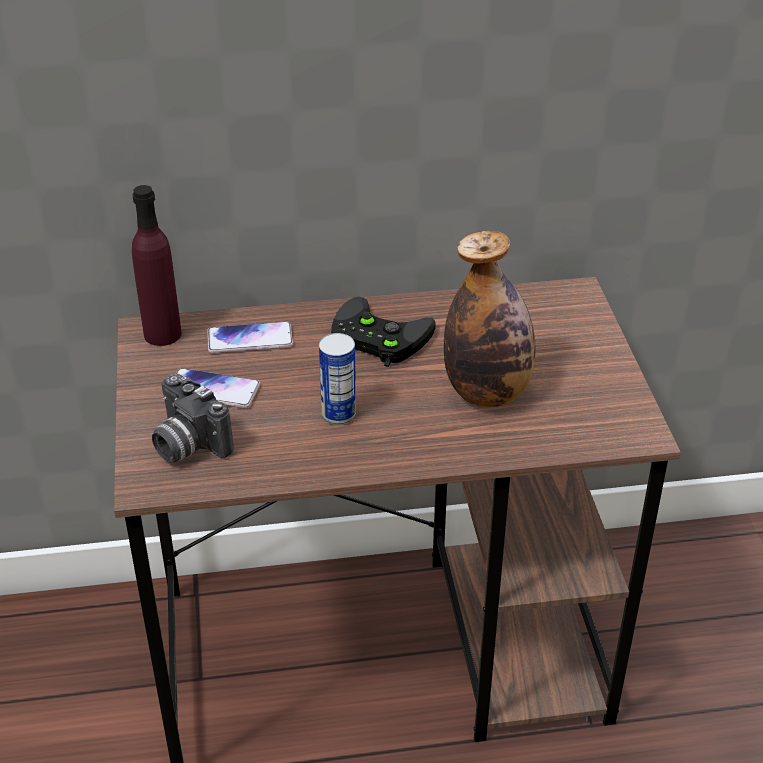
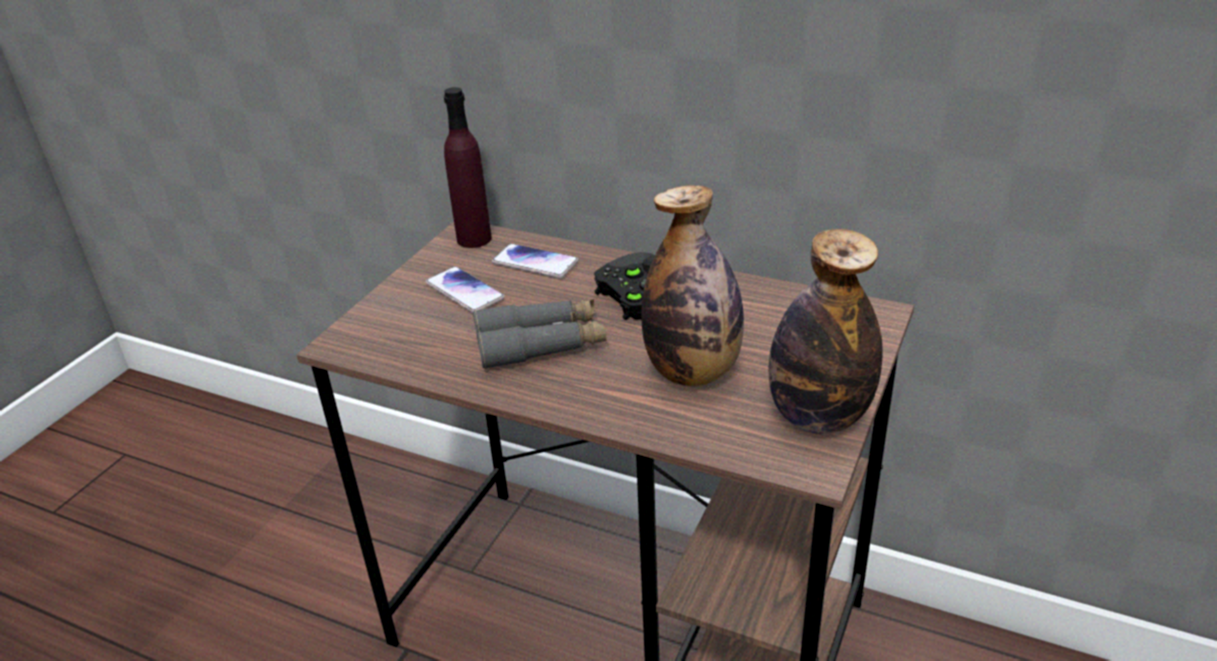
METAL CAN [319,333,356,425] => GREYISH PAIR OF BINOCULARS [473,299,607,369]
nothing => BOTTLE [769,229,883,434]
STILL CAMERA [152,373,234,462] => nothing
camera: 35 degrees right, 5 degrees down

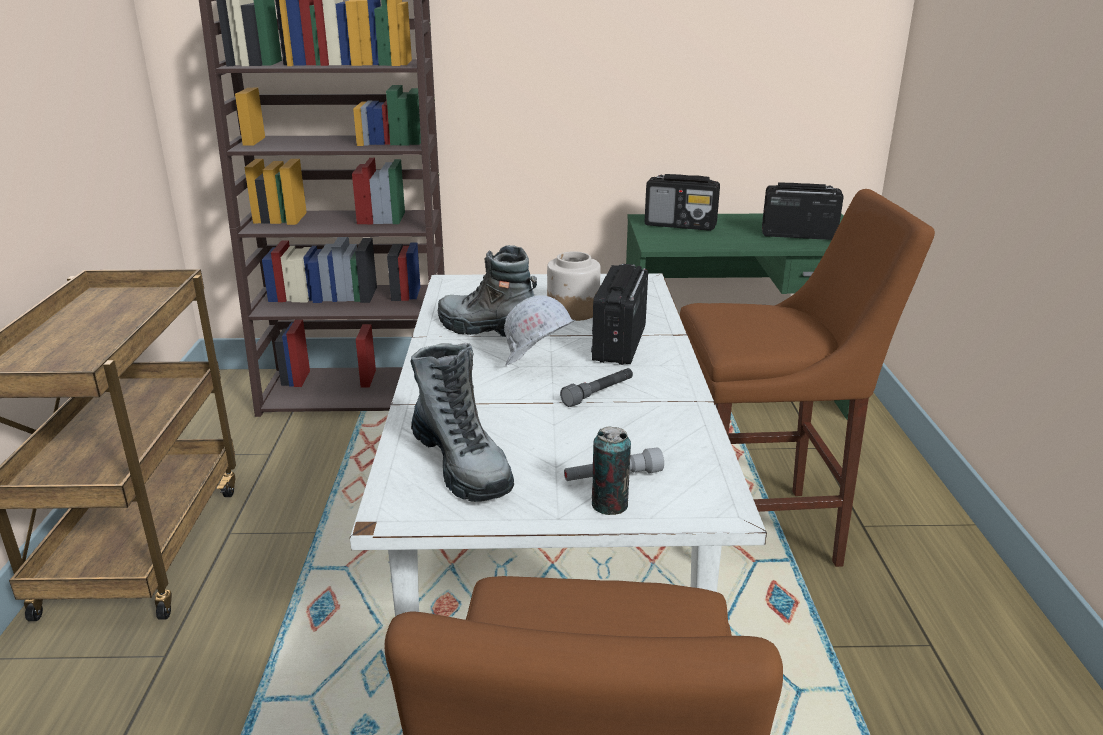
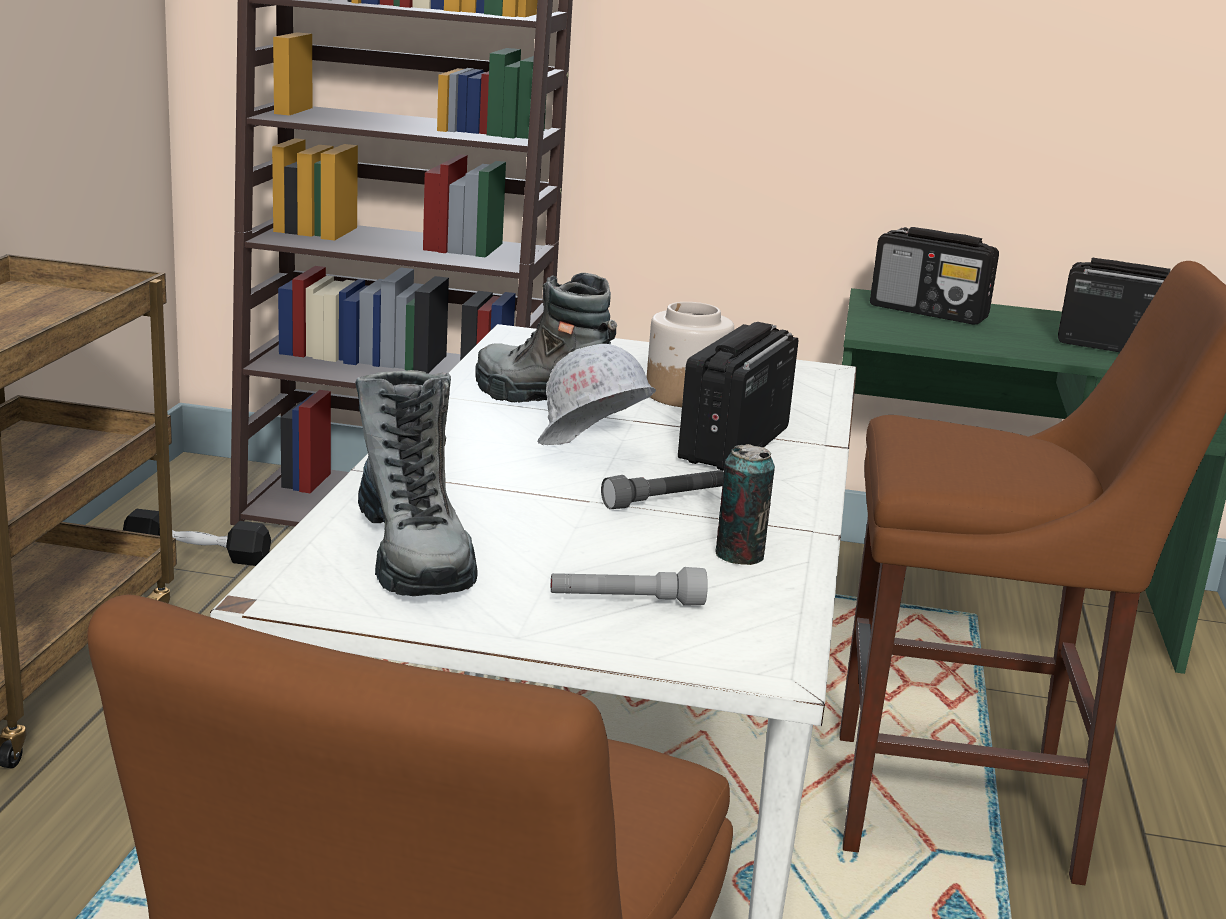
nothing => BLACK FREE WEIGHT [123,509,271,566]
METAL CAN [592,426,631,515] => METAL CAN [715,444,775,565], moved
camera: 10 degrees right, 5 degrees down

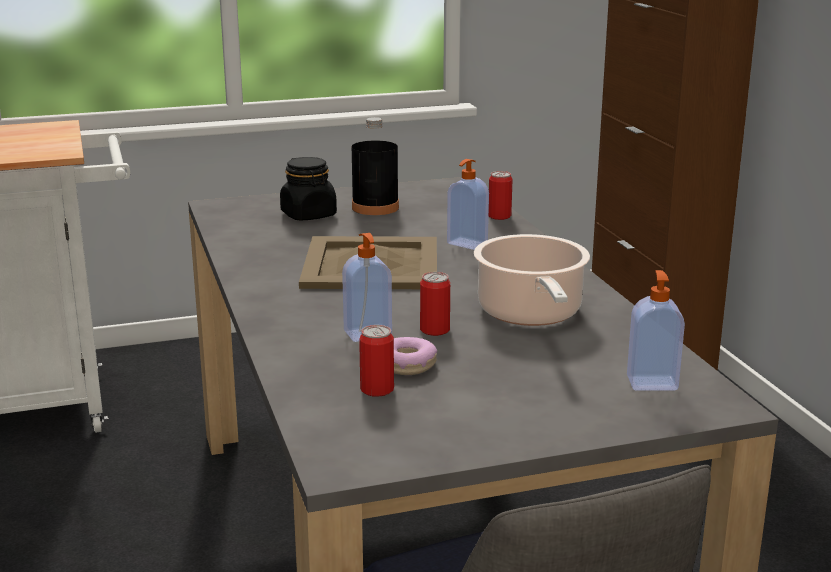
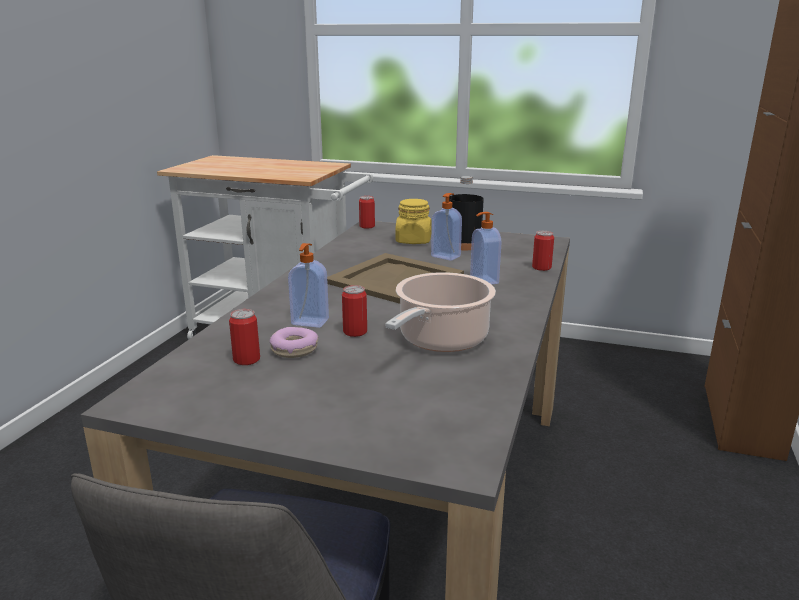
nothing => METAL CAN [359,196,375,229]
BLACK JAR [280,157,337,221] => YELLOWISH JAR [395,199,432,244]
SOAP BOTTLE [627,270,685,391] => SOAP BOTTLE [431,193,462,261], moved
camera: 35 degrees right, 0 degrees up

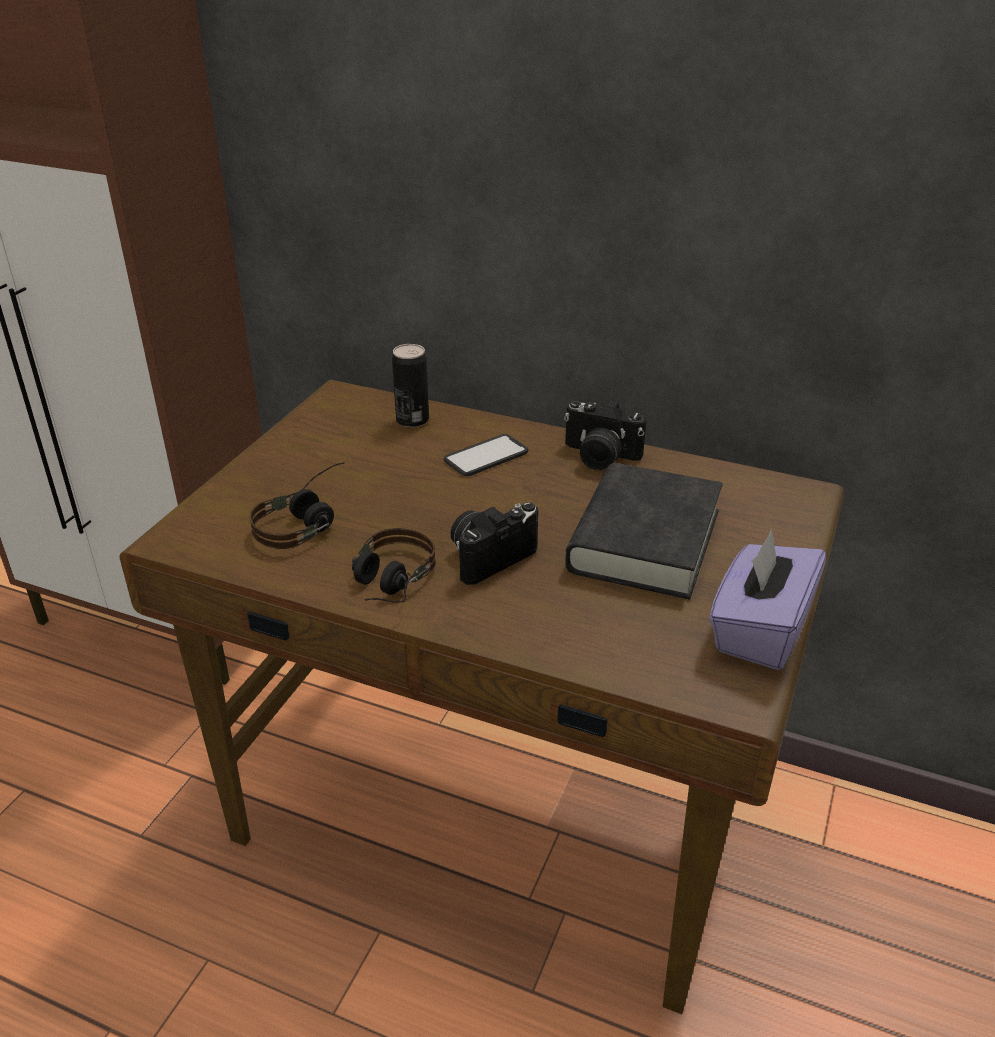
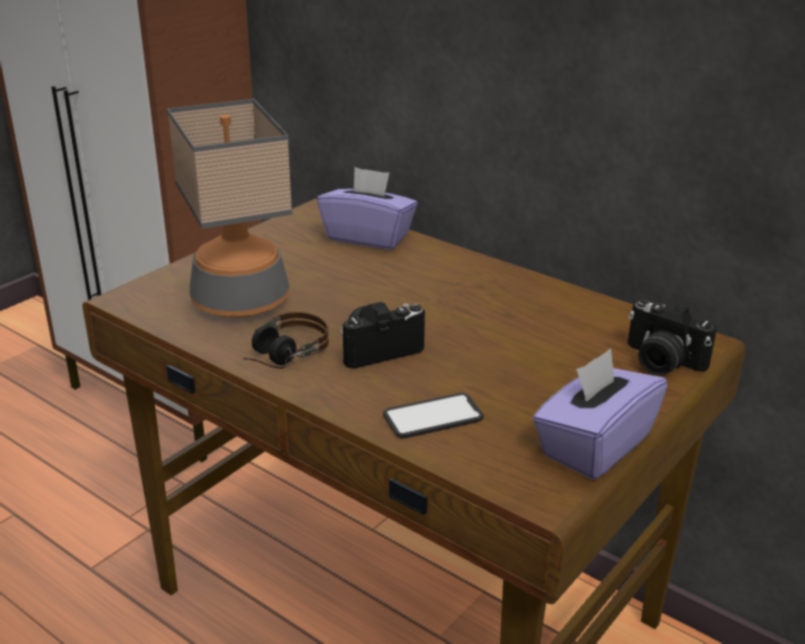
PAIR OF HEADPHONES [249,462,345,549] => TABLETOP LAMP [167,99,293,318]
METAL CAN [392,344,429,427] => PURPLE-COLOURED BOX OF TISSUES [317,167,418,250]
PHONE [443,434,528,476] => PHONE [383,393,484,438], moved
STILL CAMERA [564,400,647,470] => STILL CAMERA [628,300,717,375], moved
BLACK BOOK [565,463,723,599] => nothing
camera: 15 degrees right, 5 degrees down

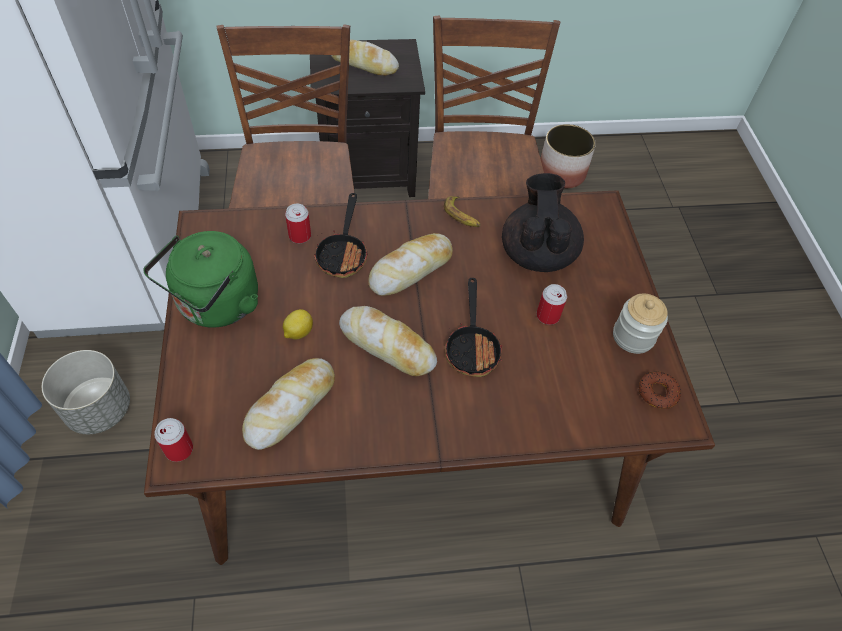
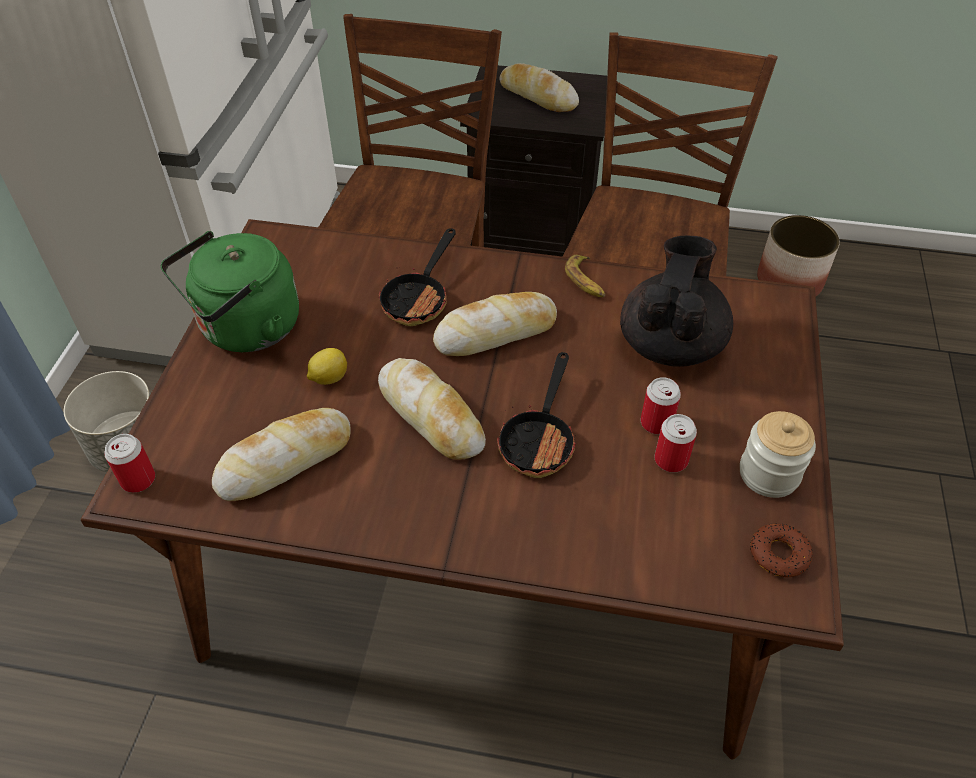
METAL CAN [285,204,311,244] => METAL CAN [655,414,697,472], moved
camera: 20 degrees right, 5 degrees down

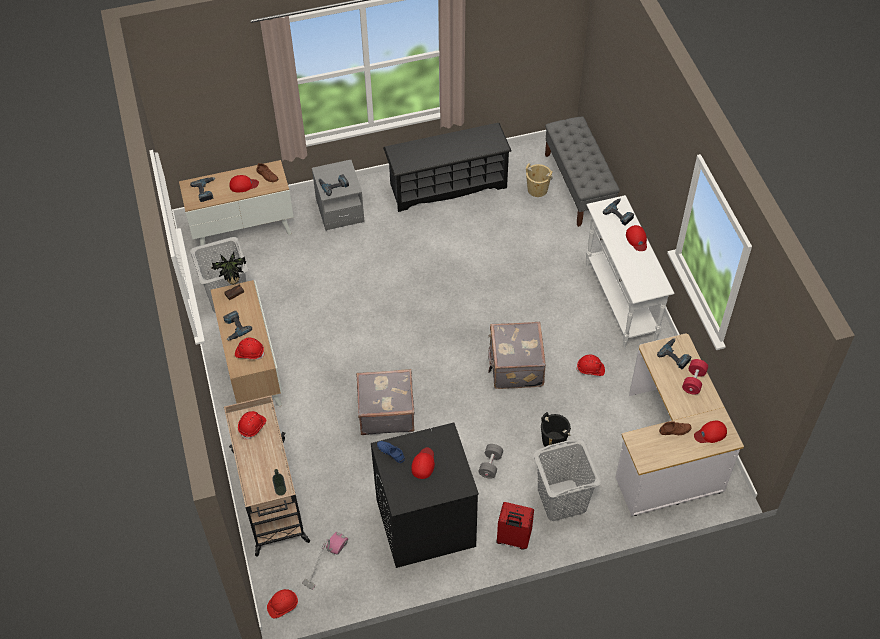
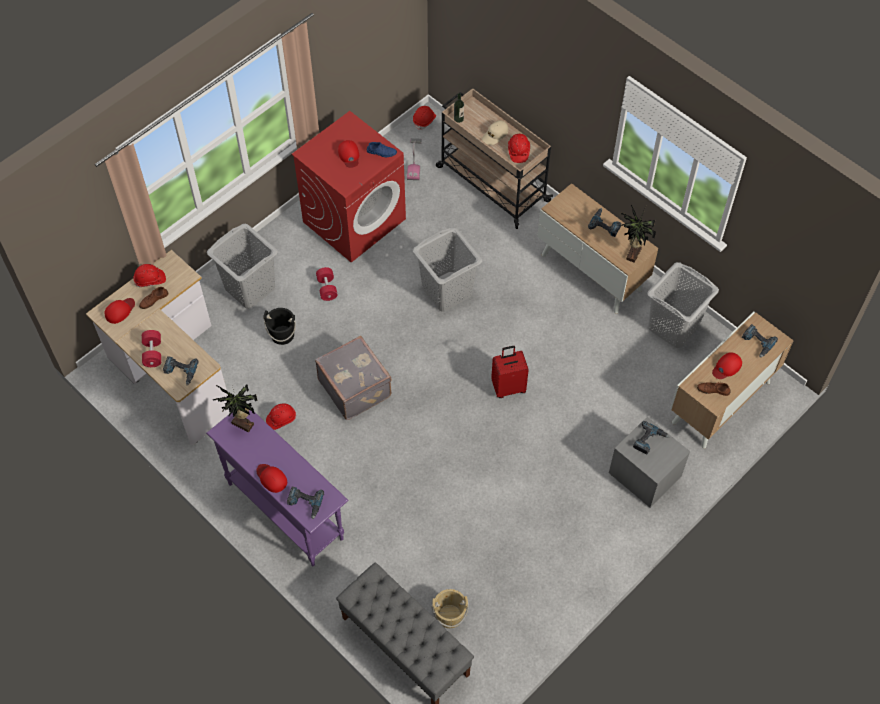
RED SAFETY HELMET [235,337,265,359] => RED SAFETY HELMET [134,264,166,287], moved
WHITISH NARROW TABLE [586,195,674,348] => PURPLE-COLOURED NARROW TABLE [206,410,348,566]
nothing => POTTED PLANT [213,384,258,432]
BLACK LAUNDRY APPLIANCE [371,422,479,568] => RED LAUNDRY APPLIANCE [292,111,406,263]
GREYISH FREE WEIGHT [478,444,503,479] => RED FREE WEIGHT [316,267,338,301]
GREYISH SUITCASE [356,369,414,435] => GREYISH HAMPER [413,227,482,312]
nothing => BEIGE-COLOURED BASEBALL CAP [482,120,508,145]
RED SUITCASE [496,502,534,550] => RED SUITCASE [491,346,529,398], moved
BLACK SHOE STAND [383,123,511,212] => nothing
camera: 150 degrees right, 5 degrees up

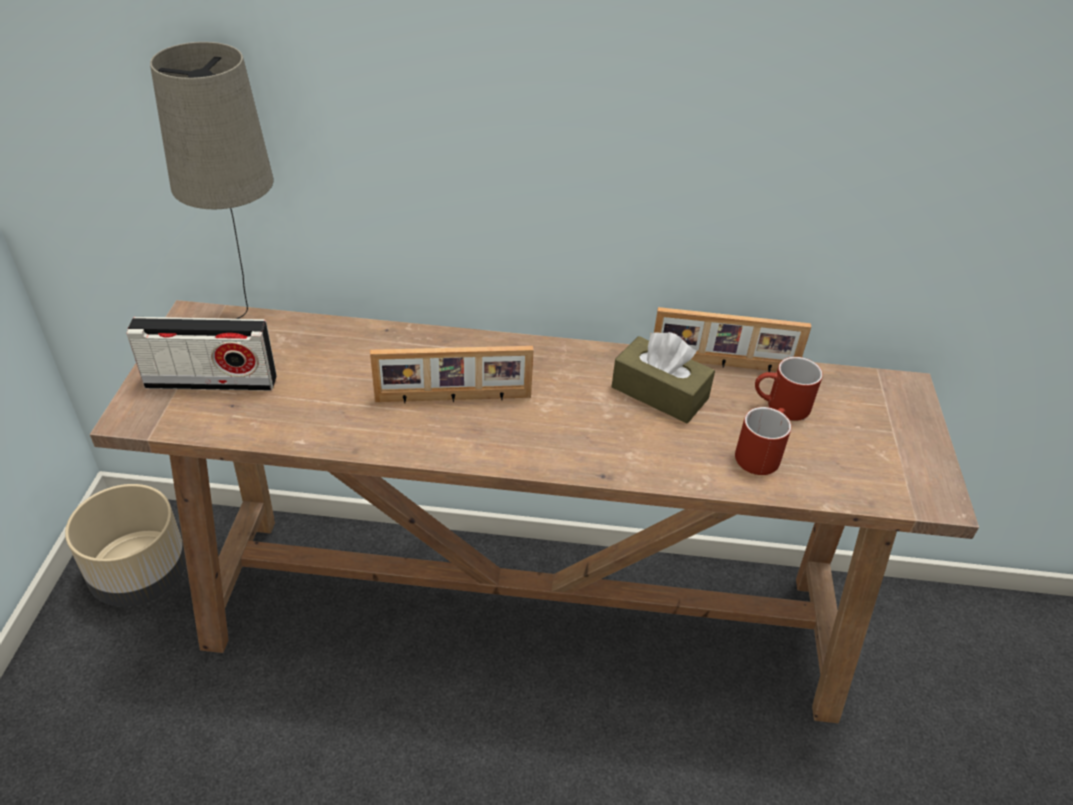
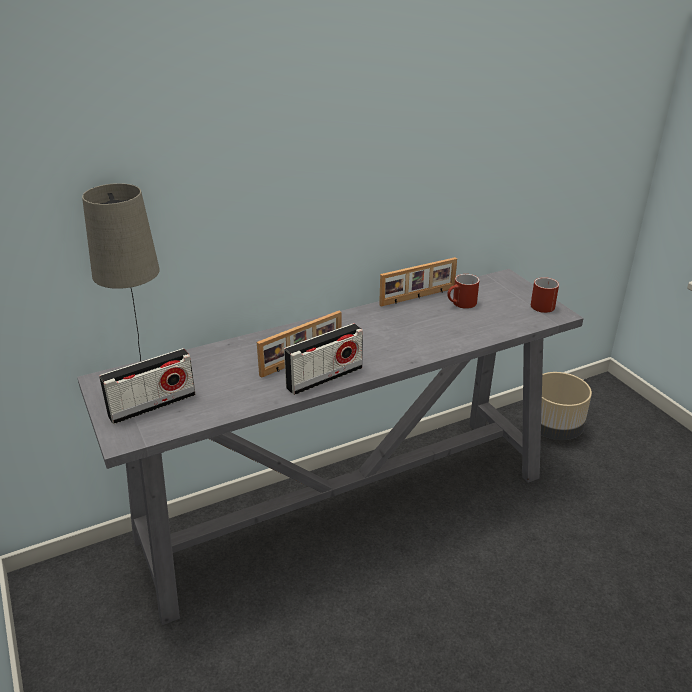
BROWN NARROW TABLE [90,300,979,723] => GREYISH NARROW TABLE [77,269,584,625]
nothing => RADIO [284,323,363,395]
RED TEA MUG [735,407,792,475] => RED TEA MUG [531,277,559,313], moved
BEIGE-COLOURED PLANTER [65,484,186,607] => BEIGE-COLOURED PLANTER [541,372,592,440], moved
BROWN BOX OF TISSUES [612,332,715,423] => nothing
camera: 30 degrees left, 10 degrees down

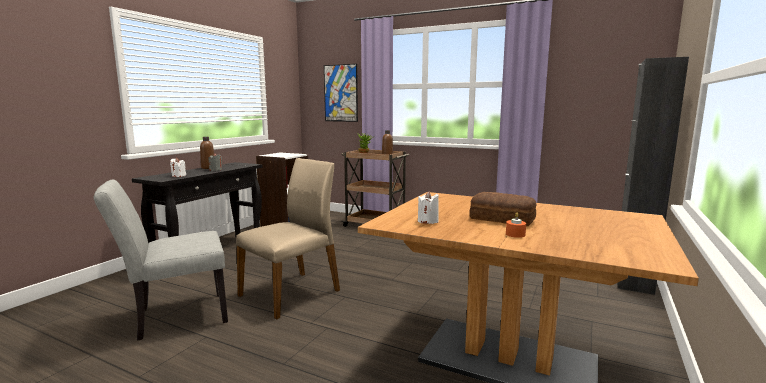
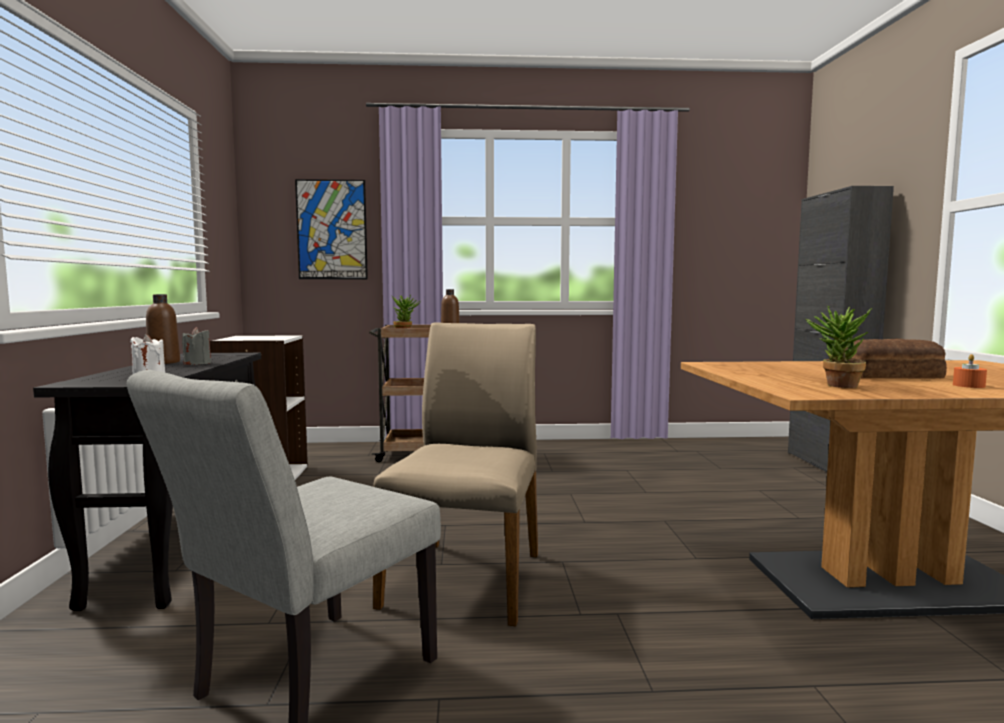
WHITISH CANDLE [418,191,439,224] => POTTED PLANT [806,305,872,388]
camera: 30 degrees left, 5 degrees down

